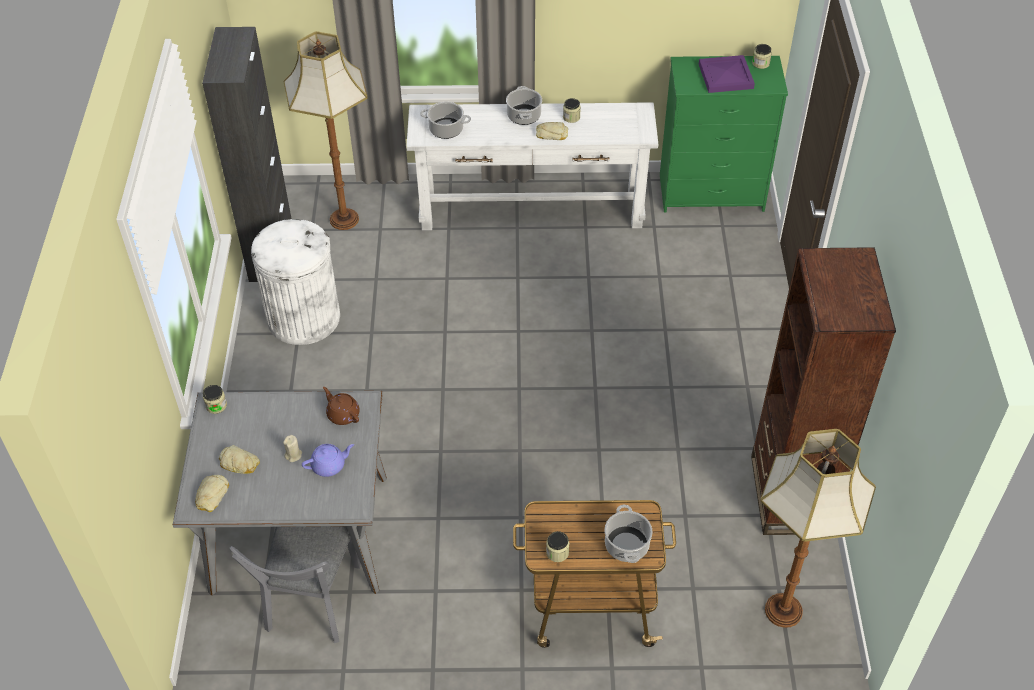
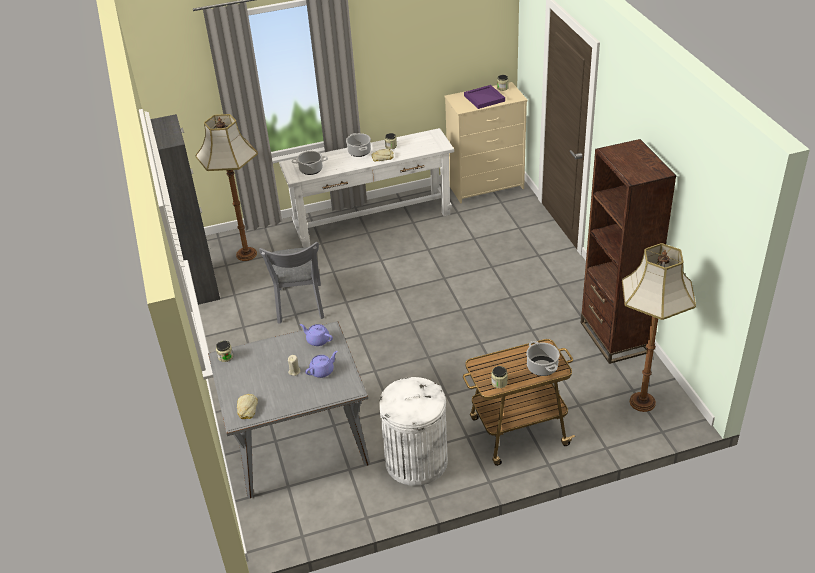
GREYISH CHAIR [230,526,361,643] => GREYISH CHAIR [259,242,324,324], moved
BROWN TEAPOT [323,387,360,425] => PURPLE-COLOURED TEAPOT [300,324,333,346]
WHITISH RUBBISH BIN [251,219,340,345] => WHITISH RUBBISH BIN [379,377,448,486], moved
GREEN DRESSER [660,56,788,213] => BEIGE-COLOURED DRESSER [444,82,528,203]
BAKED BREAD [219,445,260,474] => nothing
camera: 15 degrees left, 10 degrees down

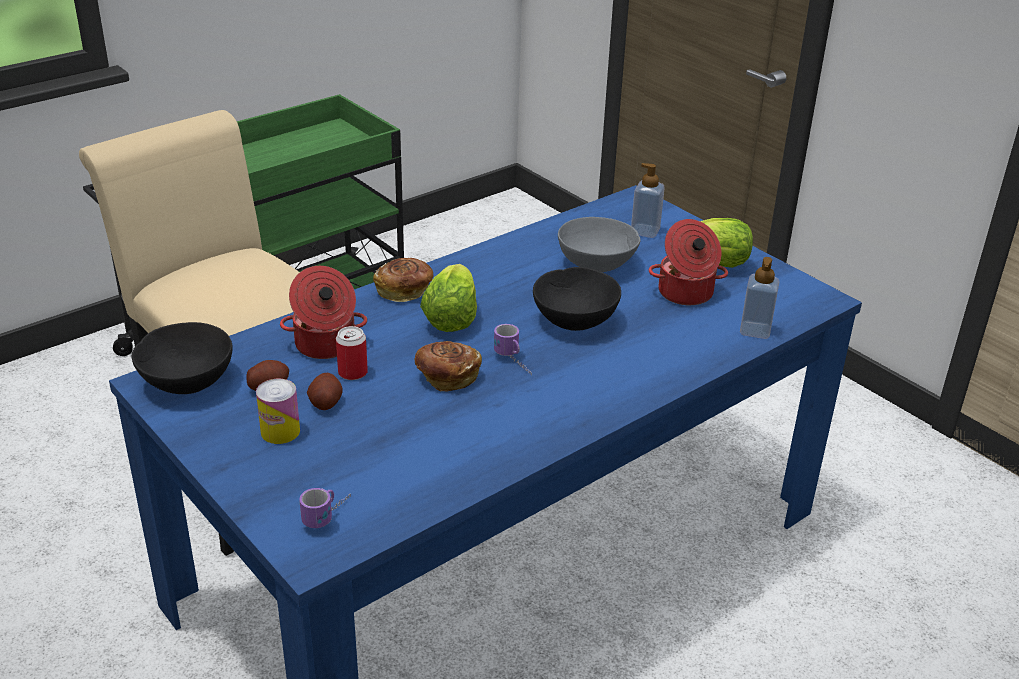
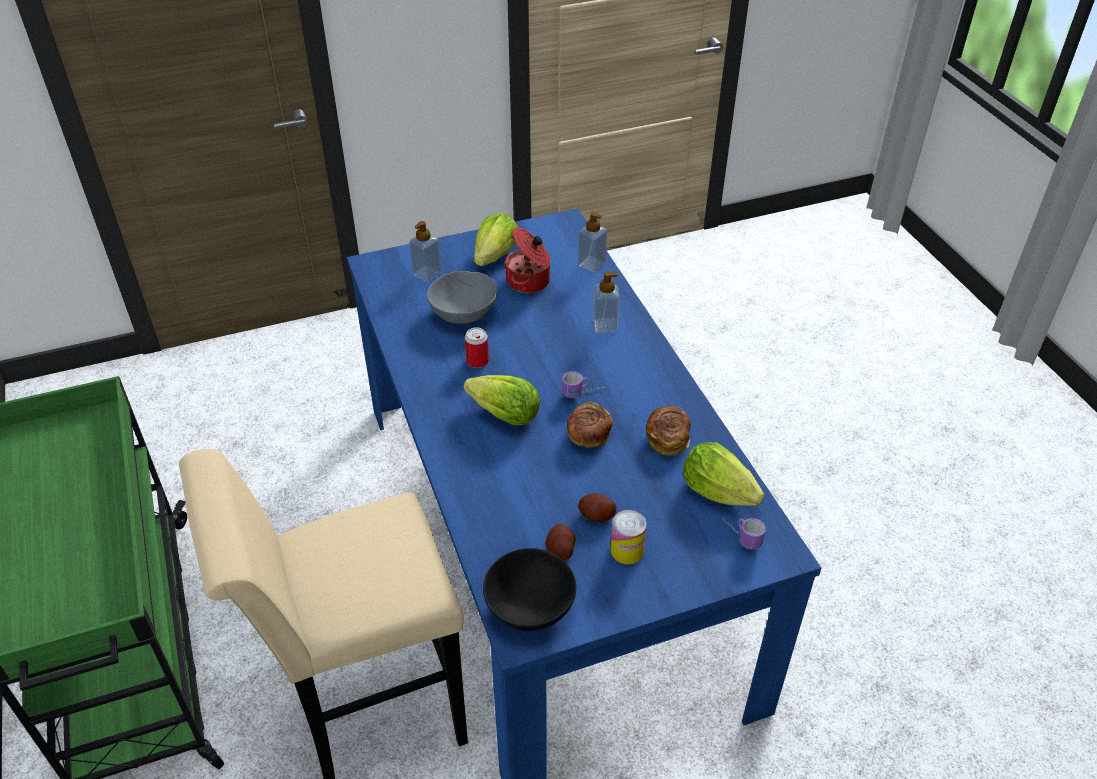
METAL CAN [336,326,368,380] => METAL CAN [465,327,489,368], moved
nothing => SOAP BOTTLE [593,272,619,333]
BAKED BREAD [373,258,433,302] => BAKED BREAD [646,406,691,456], moved
nothing => LETTUCE HEAD [683,442,764,506]
STOCKPOT [280,266,367,359] => nothing
BLACK DEEP DISH [533,267,621,331] => nothing
camera: 70 degrees left, 10 degrees up

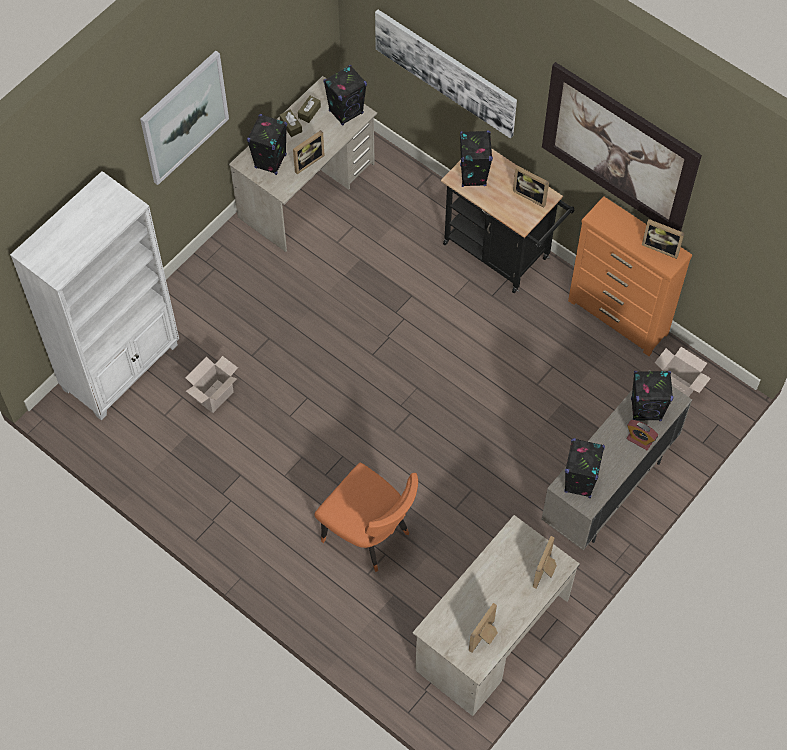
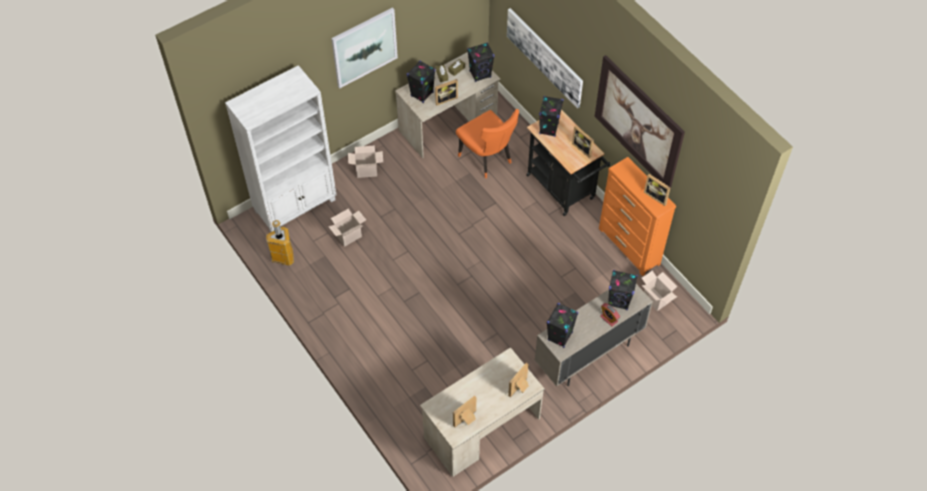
nothing => RUBBISH BIN [266,220,294,266]
nothing => CARDBOARD BOX [348,145,383,178]
ORANGE CHAIR [314,463,418,572] => ORANGE CHAIR [456,109,519,178], moved
camera: 15 degrees right, 5 degrees down

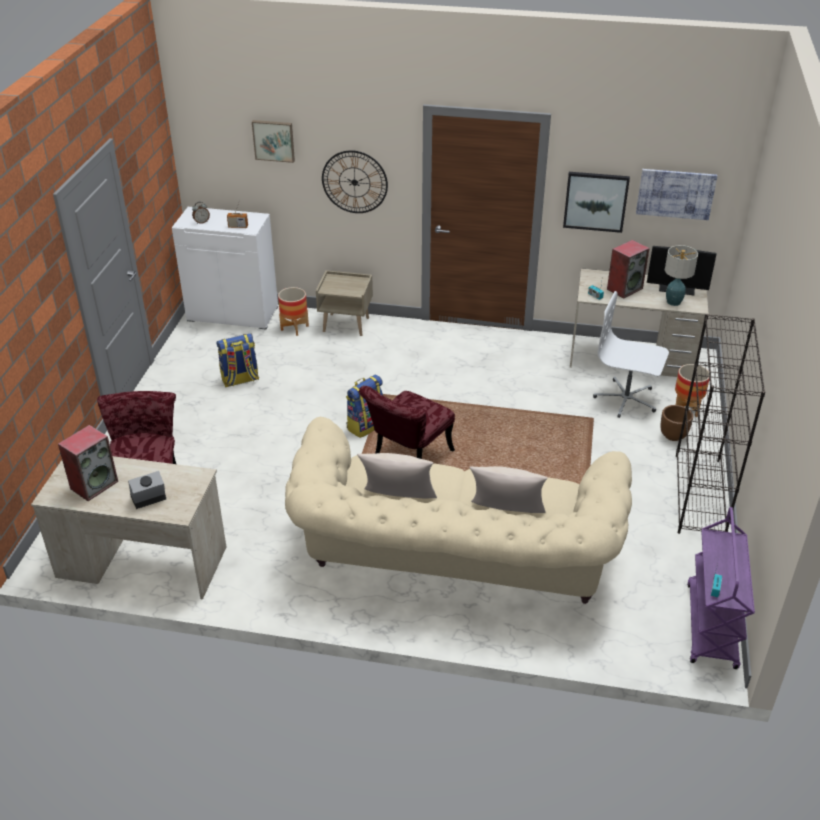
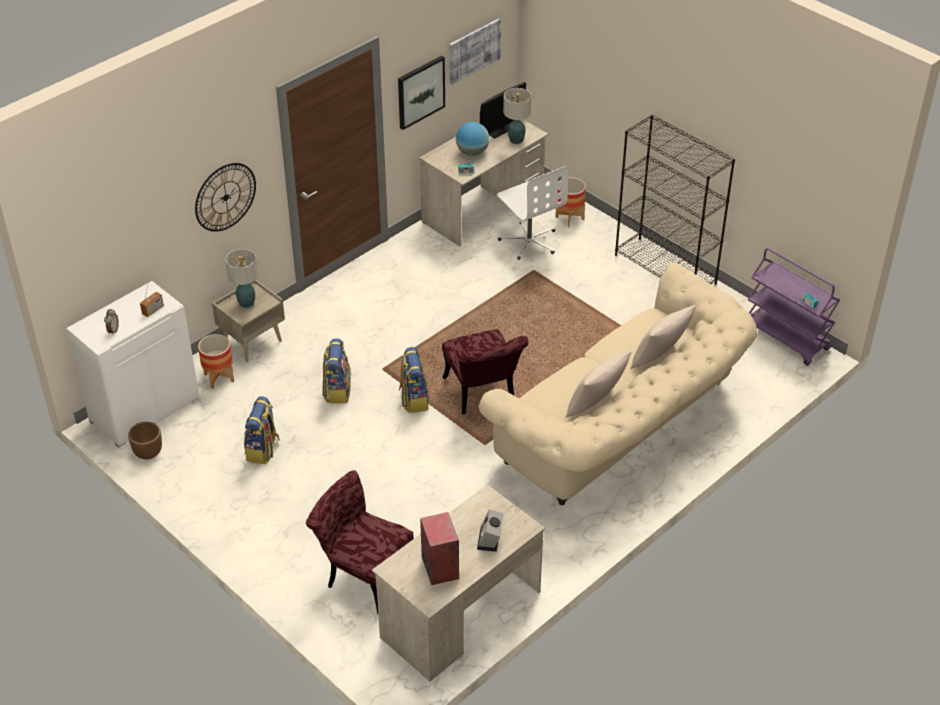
BROWN PLANTER [661,405,693,441] => BROWN PLANTER [128,422,162,459], moved
nothing => TABLETOP LAMP [225,249,258,308]
nothing => KNAPSACK [322,338,351,403]
SPEAKER [607,240,649,299] => DESK GLOBE [456,122,489,156]
WHITISH COMPUTER CHAIR [593,291,669,418] => WHITISH COMPUTER CHAIR [496,166,568,260], 90 degrees counterclockwise
WALL ART [252,120,295,163] => nothing
camera: 55 degrees left, 5 degrees up

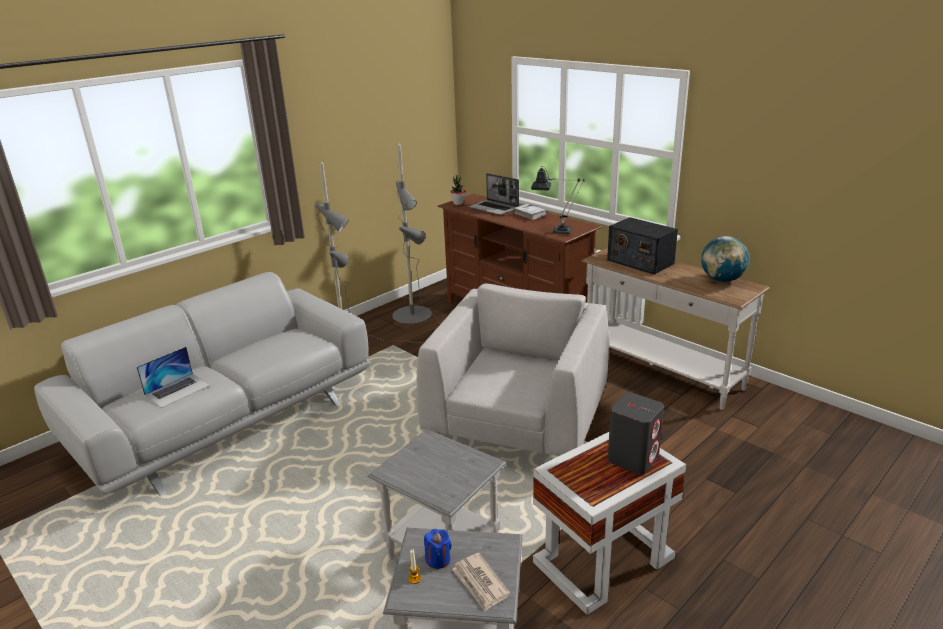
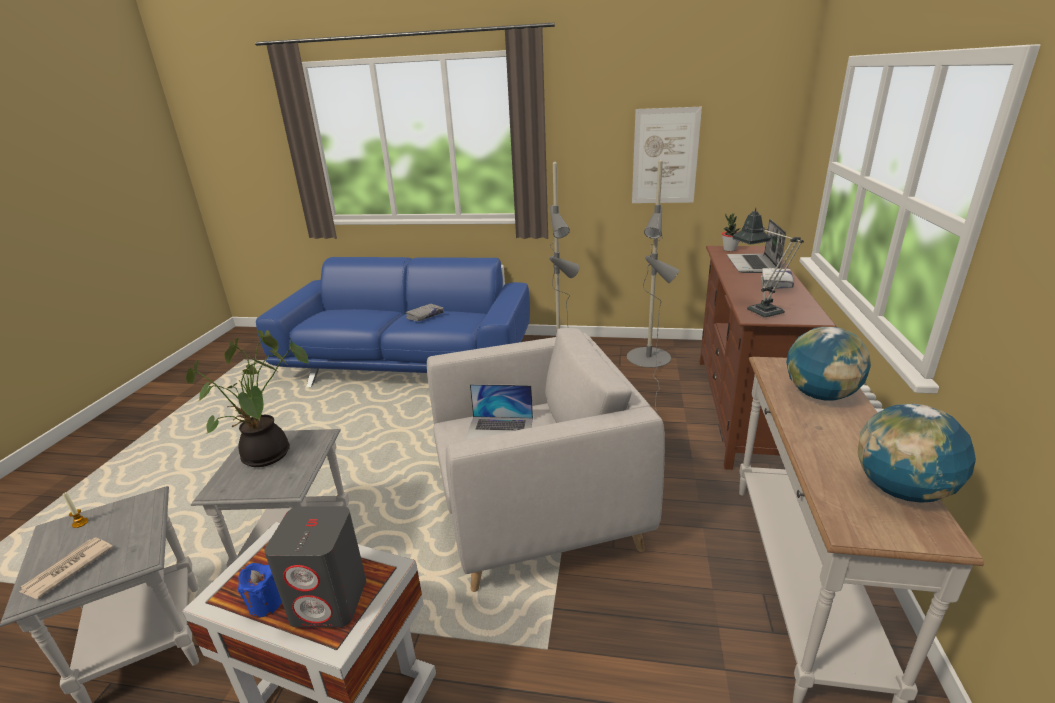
nothing => POTTED PLANT [186,330,309,467]
BLUISH CANDLE [424,529,452,569] => BLUISH CANDLE [238,563,282,618], moved
GREYISH COUCH [34,272,371,496] => BLUISH COUCH [256,257,530,387]
nothing => GREYISH BOOK [405,304,444,321]
NOTEBOOK COMPUTER [137,347,210,408] => NOTEBOOK COMPUTER [465,384,533,440], moved
nothing => WALL ART [632,107,702,203]
RADIO [607,217,678,275] => DESK GLOBE [786,327,871,401]
camera: 55 degrees right, 0 degrees up

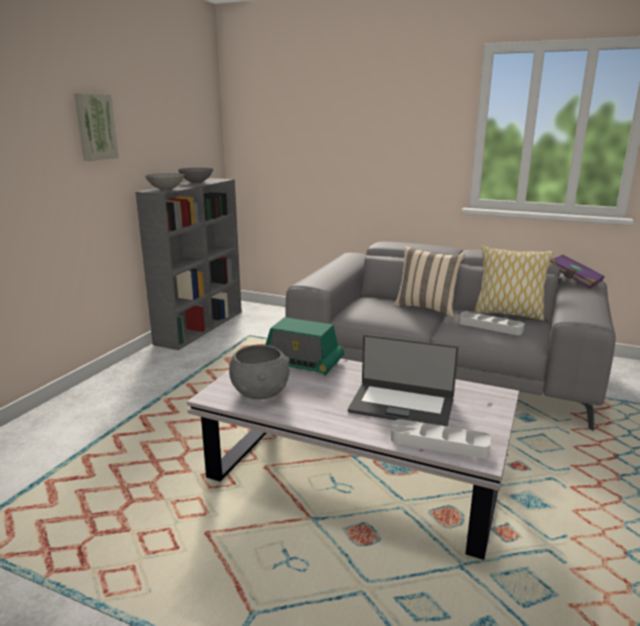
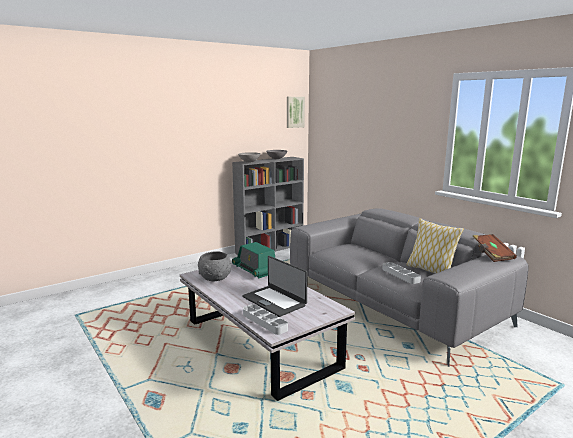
WALL ART [74,93,119,161] => WALL ART [287,97,305,128], moved
PURPLE-COLOURED BOOK [550,255,605,289] => BROWN BOOK [473,234,517,262]
BEIGE-COLOURED CUSHION [394,246,465,317] => nothing
camera: 30 degrees right, 5 degrees down

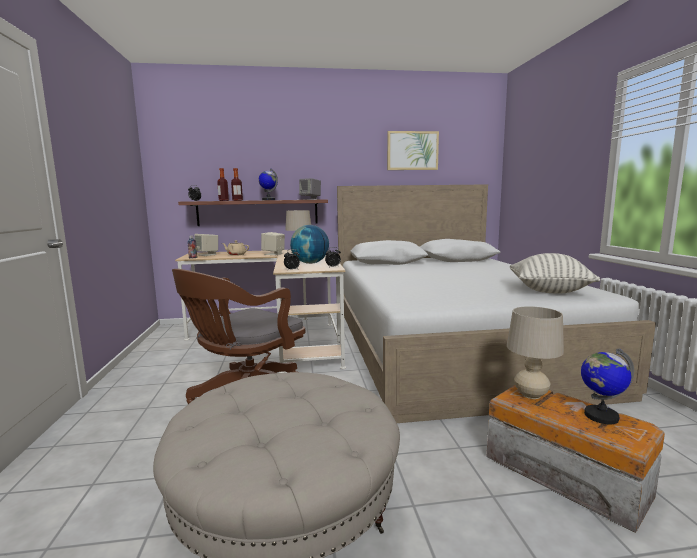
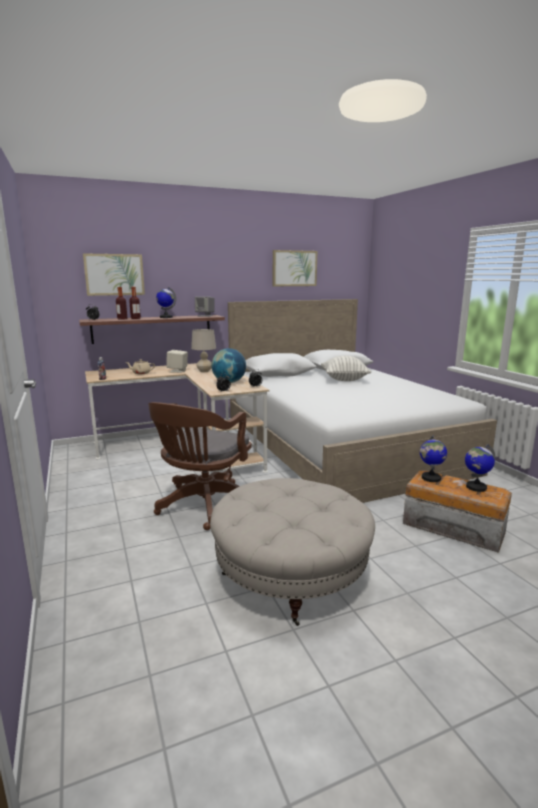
nothing => WALL ART [83,253,145,296]
CUSHION [510,253,600,294] => CUSHION [321,356,371,381], moved
BEIGE-COLOURED TABLETOP LAMP [507,306,564,399] => DESK GLOBE [420,435,447,482]
BEIGE-COLOURED SPEAKER [194,234,218,256] => nothing
camera: 15 degrees left, 5 degrees up

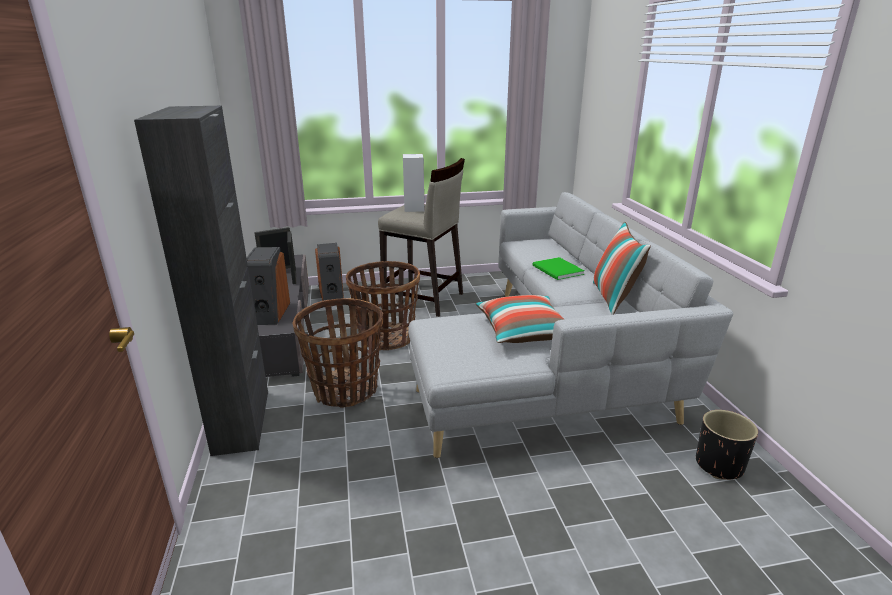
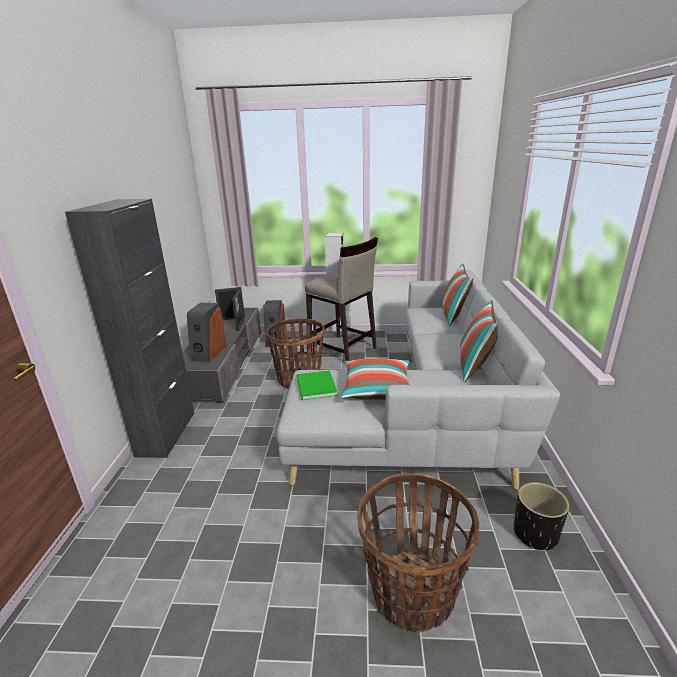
GREEN BOOK [533,257,585,280] => GREEN BOOK [296,370,338,400], moved
STORAGE BASKET [293,298,383,407] => STORAGE BASKET [357,473,479,632], moved
nothing => CUSHION [441,264,473,327]
camera: 15 degrees right, 0 degrees up

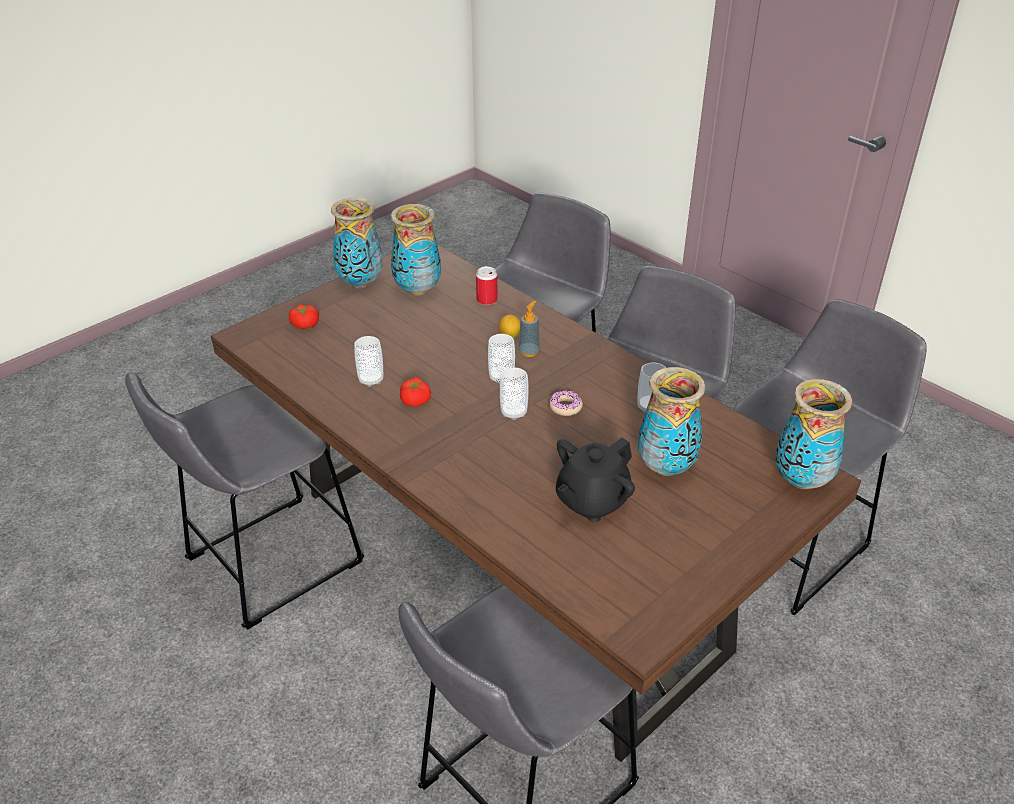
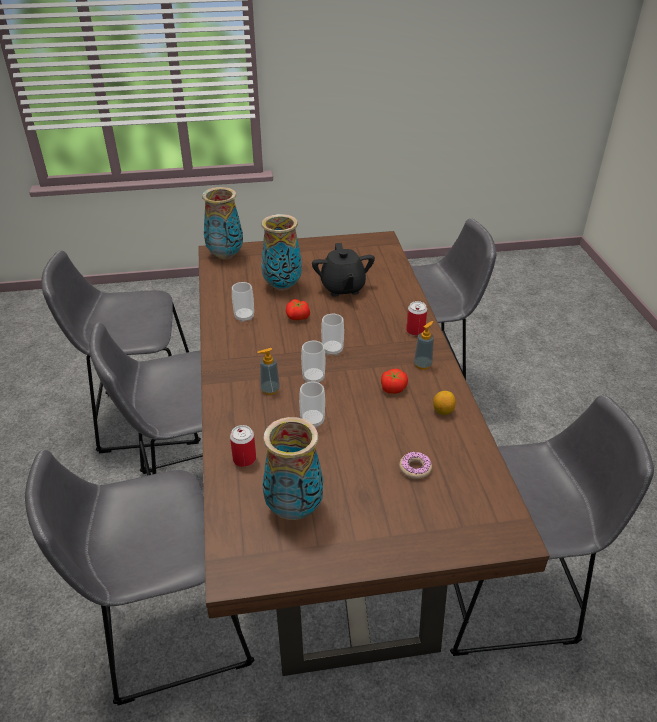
WHOLE TOMATO [289,304,319,329] => WHOLE TOMATO [286,299,310,320], moved
CUP [354,336,383,387] => CUP [299,382,325,428], moved
BLACK TEAPOT [556,438,635,522] => BLACK TEAPOT [312,243,375,297], 90 degrees clockwise
DONUT [549,390,583,416] => DONUT [399,452,432,479], moved
nothing => METAL CAN [406,301,427,336]
nothing => SOAP BOTTLE [414,321,434,370]
LEMON [498,314,520,339] => LEMON [433,391,456,415], moved
VASE [331,197,383,288] => nothing
camera: 145 degrees left, 0 degrees up

